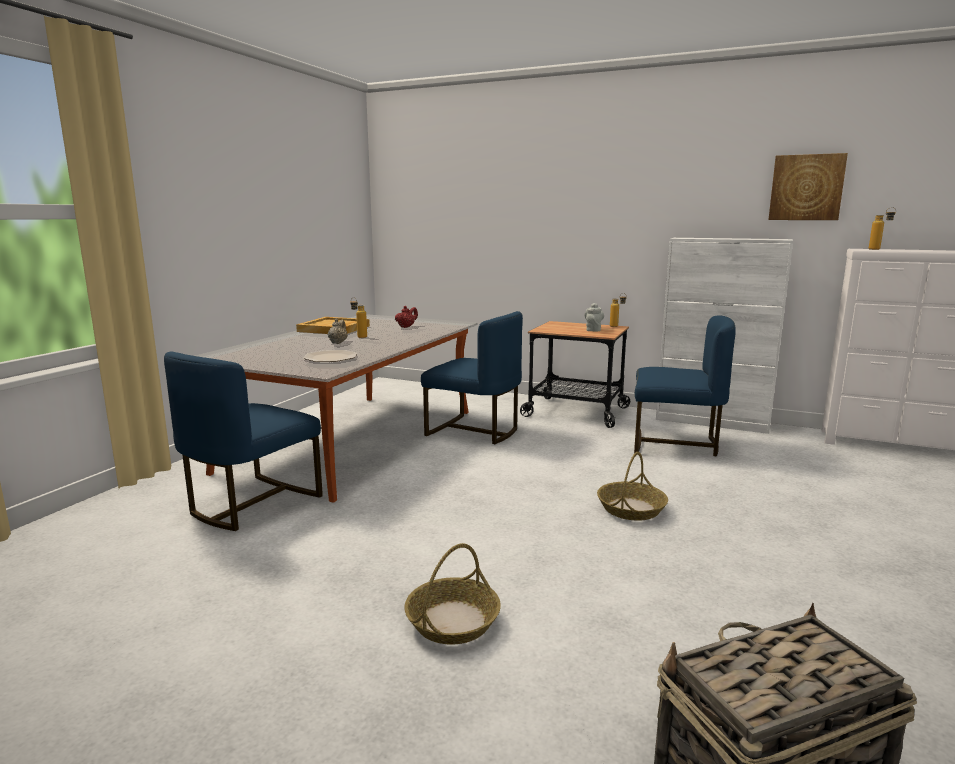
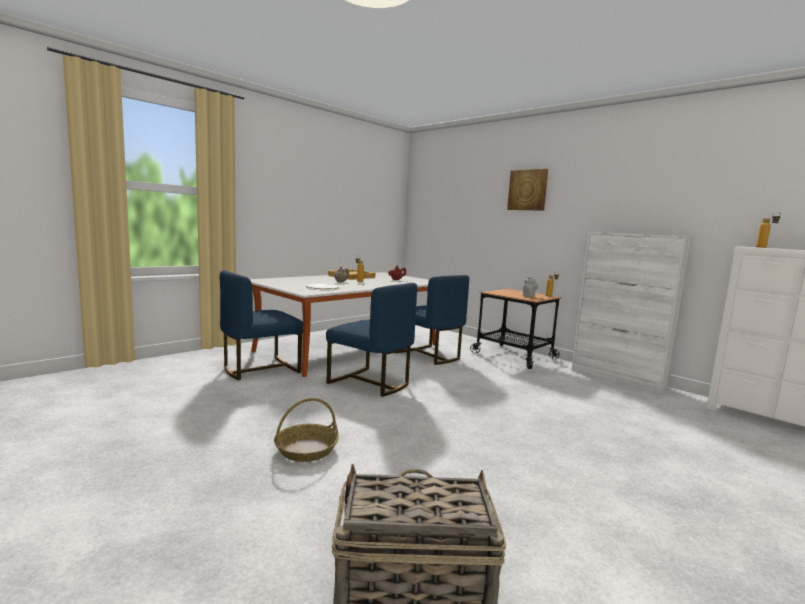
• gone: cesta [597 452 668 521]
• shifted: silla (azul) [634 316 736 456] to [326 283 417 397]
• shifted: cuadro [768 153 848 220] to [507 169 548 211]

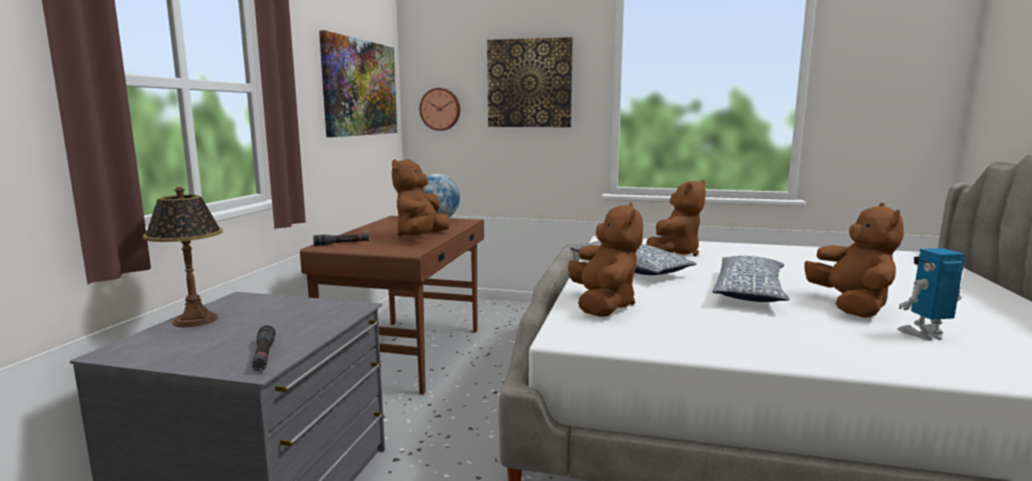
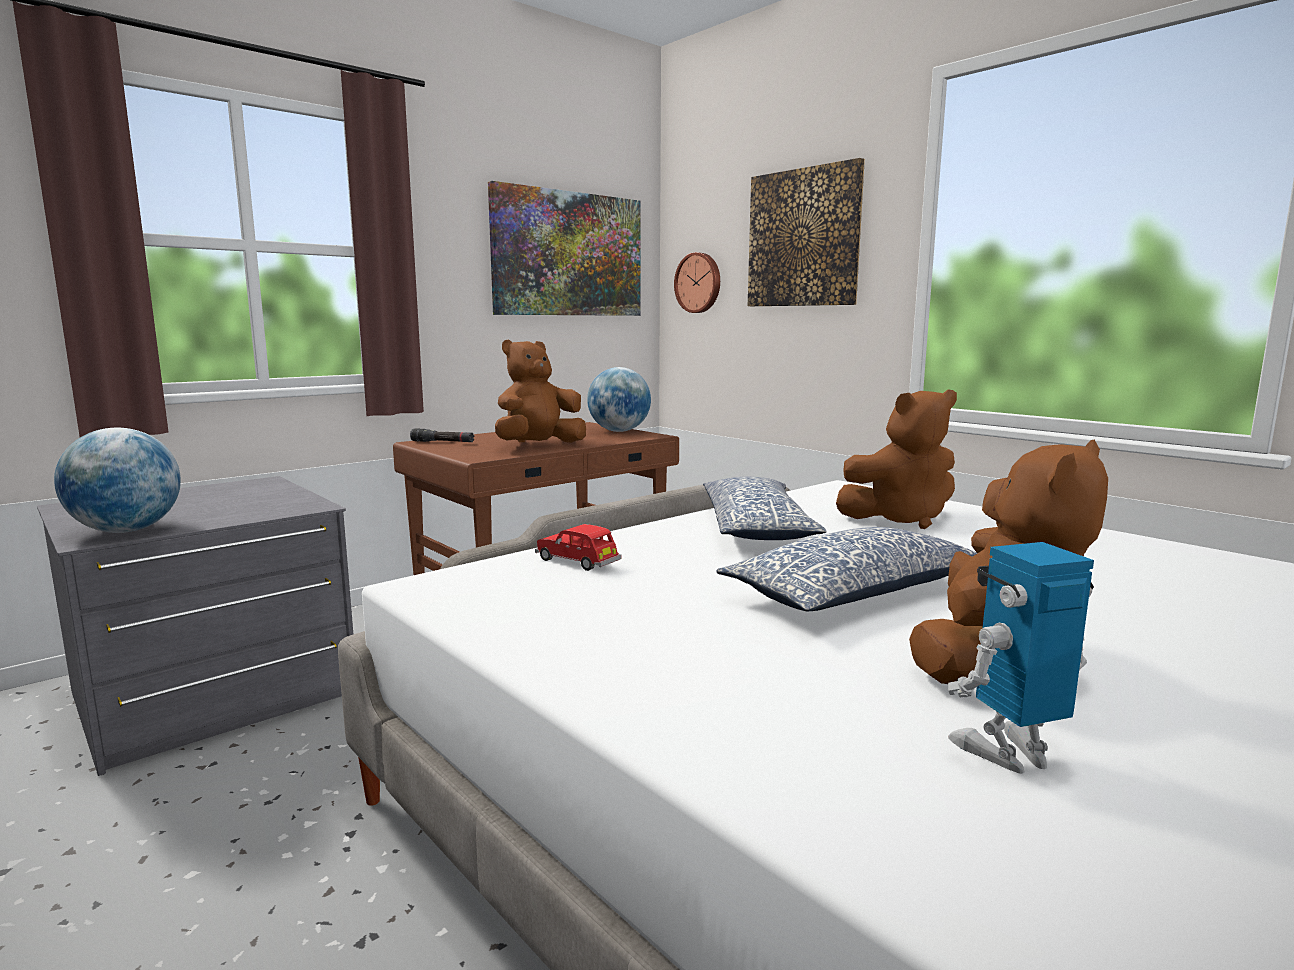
• gone: lámpara de mesa [143 187 223 327]
• swapped: linterna (negro) [252 325 276 372] to globo terráqueo [54 428 181 533]
• swapped: peluche (marrón) [568 202 643 317] to coche de juguete (rojo) [535 524 622 571]
• rotated: robot de juguete [897 248 965 341] = [948 542 1094 774] 45 degrees counterclockwise

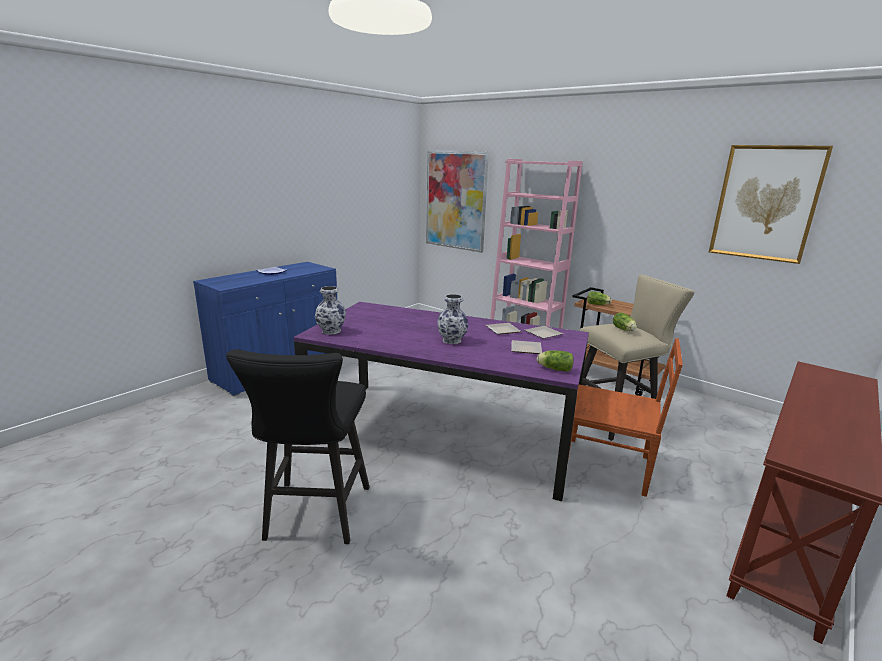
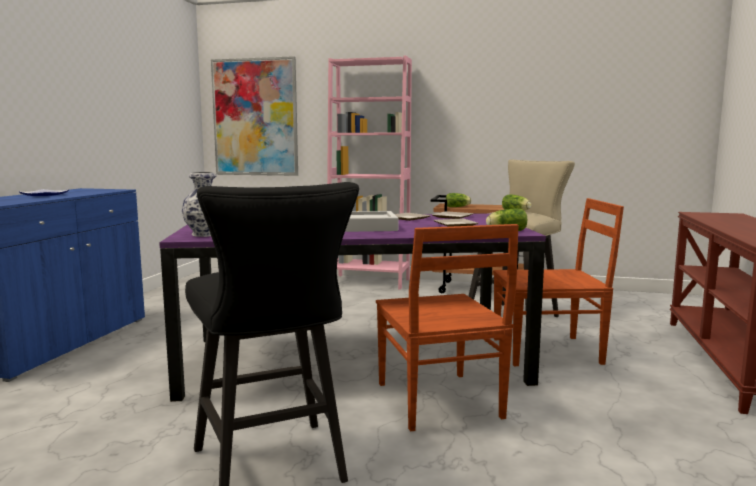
• gone: cuadro [709 145 833 264]
• new: silla (marrón) [376 224 519 432]
• swapped: florero [437 294 468 344] to bandeja (gris) [345 211 398 232]

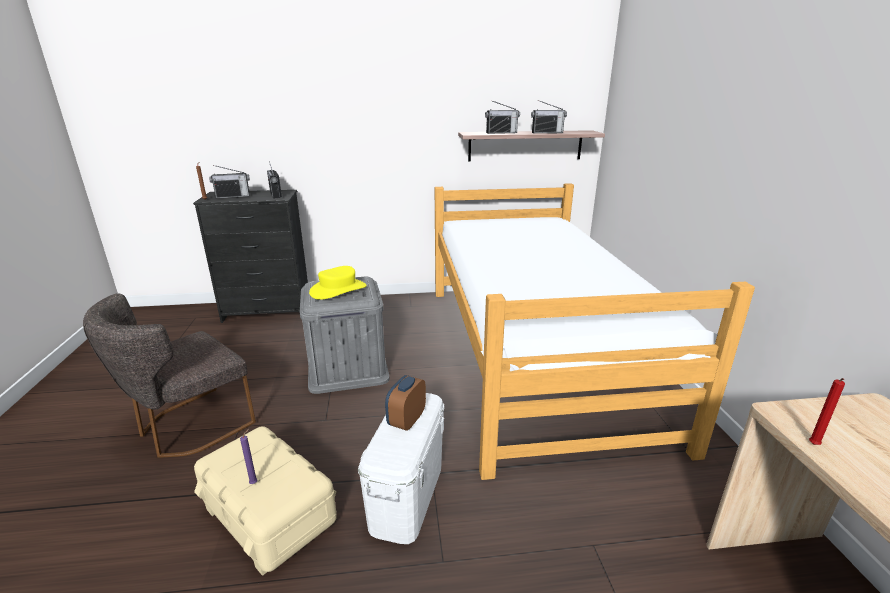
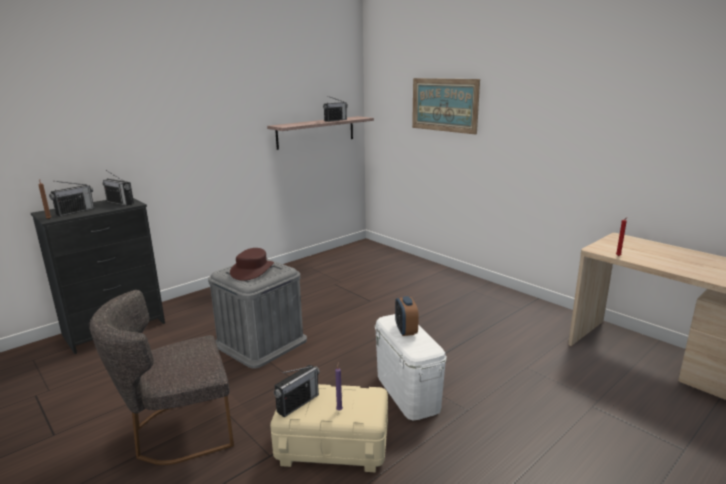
• gone: cama [435 183 755 480]
• new: cuadro [412 78 480 135]
• shifted: radio [485 100 520 134] to [274 365 320 417]
• repainted: sombrero (amarillo) [309 266 367 300] to sombrero (marrón) [230 248 274 280]
• rotated: silla (gris) [83 293 256 458] = [89 290 234 465] 60 degrees clockwise

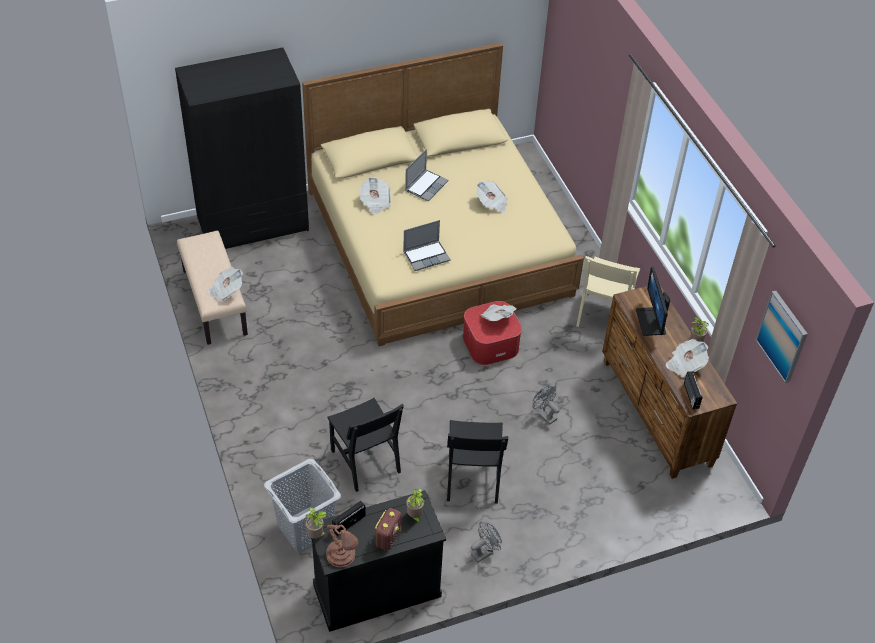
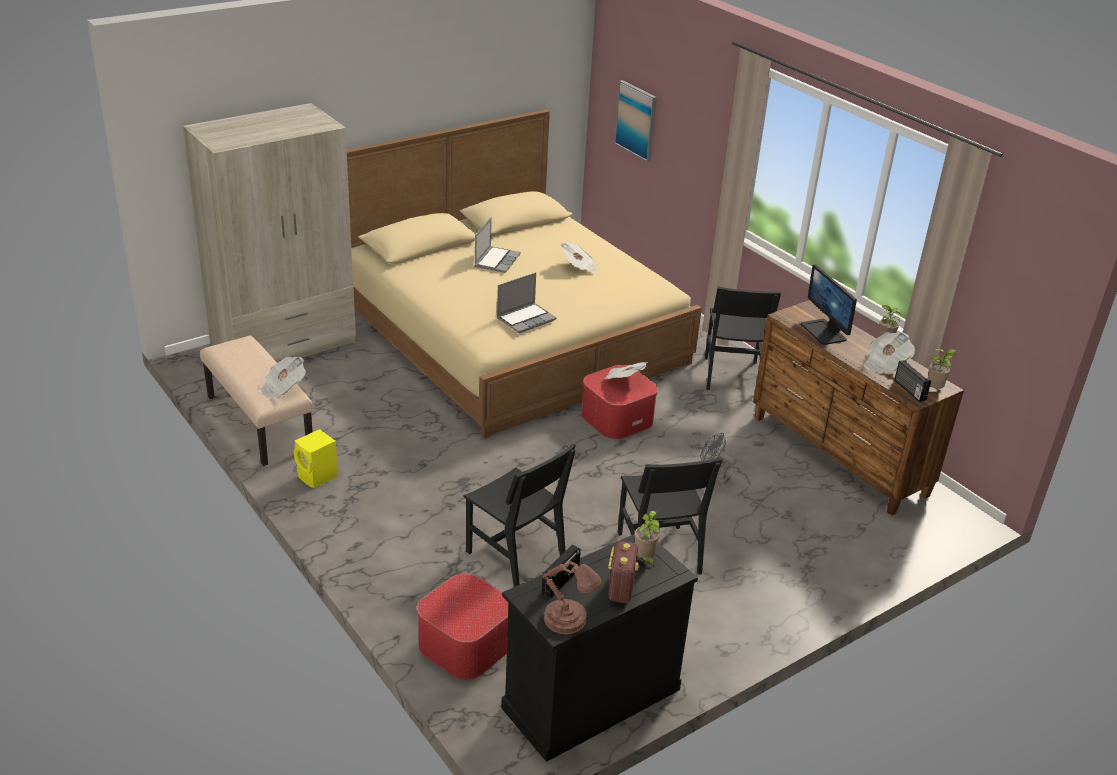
• gone: periódico [359 177 391 215]
• gone: ventilador (gris) [471 522 502 563]
• new: altavoz (amarillo) [294 429 338 488]
• shifted: planta en maceta [306 508 327 539] to [928 349 956 389]
• shifted: cuadro [756 291 808 383] to [614 80 657 162]
• swapped: cesto de la ropa (gris) [264 459 341 552] to puf [417 574 509 680]
• repainted: armario ropero (negro) [175 48 309 249] to armario ropero (beis) [183 103 356 363]
• repainted: silla (beis) [576 256 640 327] to silla (negro) [705 286 781 390]

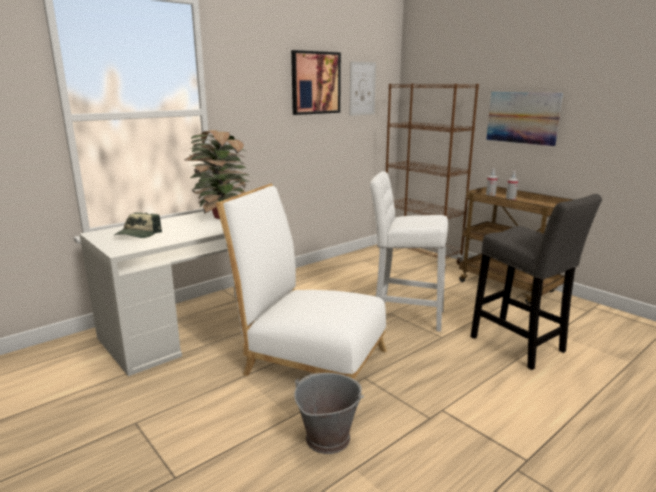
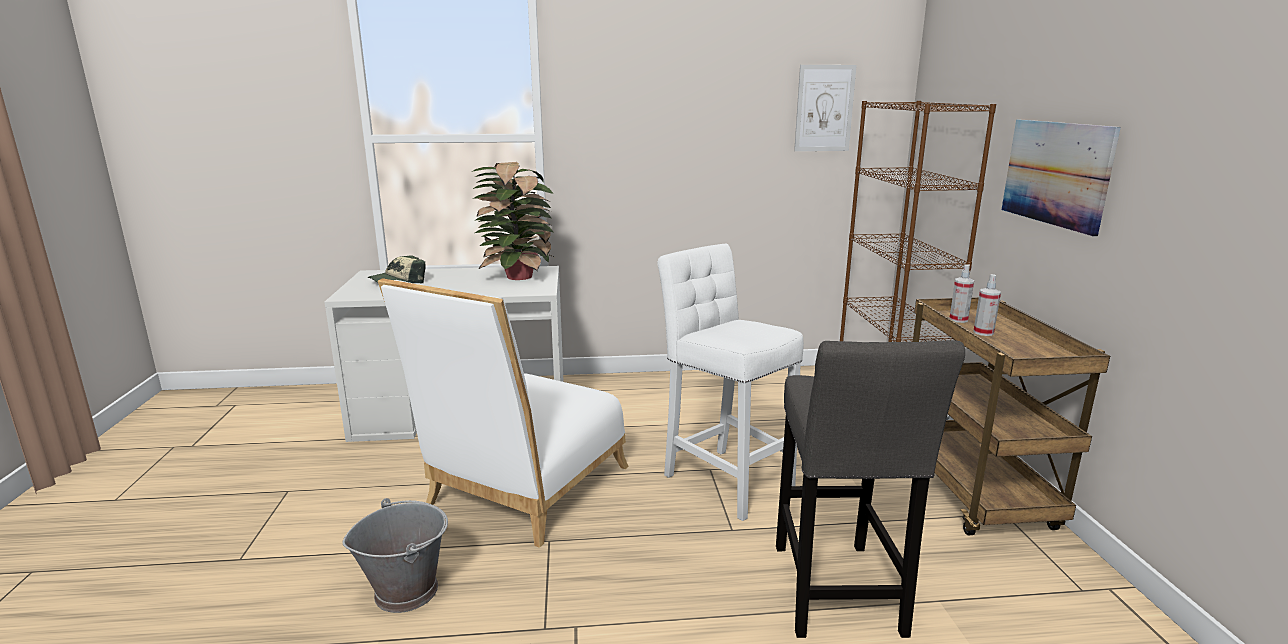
• gone: cuadro [291 50 341 115]
• rotated: silla (blanco) [216 183 387 379] = [378 278 629 548] 120 degrees counterclockwise

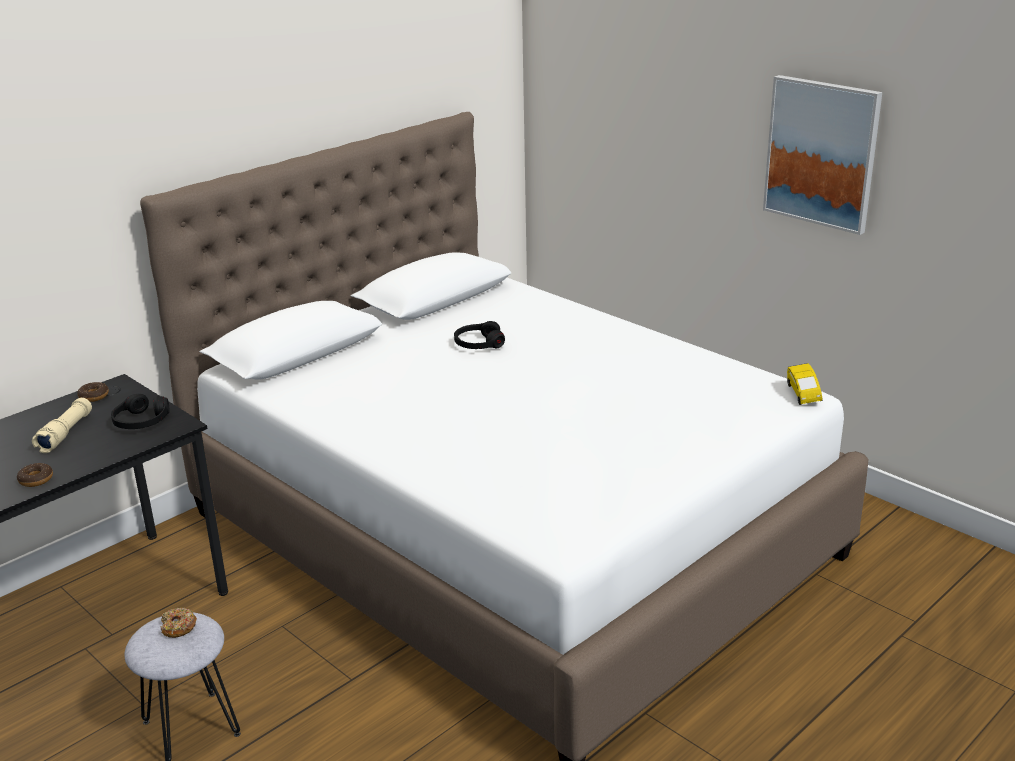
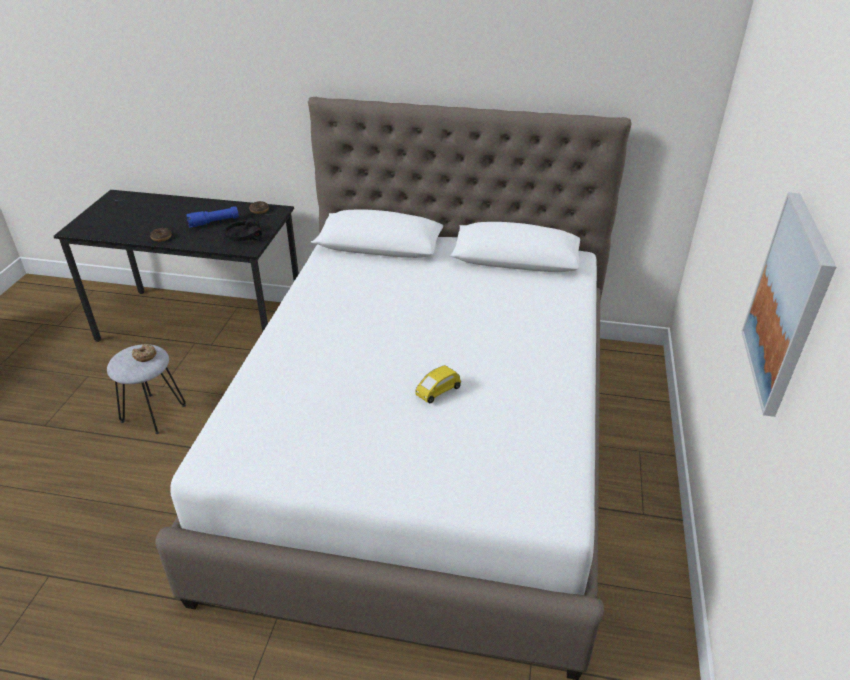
• gone: auriculares (negro) [454 321 505 349]
• shifted: coche de juguete (amarillo) [787 363 822 405] to [415 365 461 403]
• repainted: linterna (beis) [32 398 92 453] to linterna (azul) [186 206 239 228]

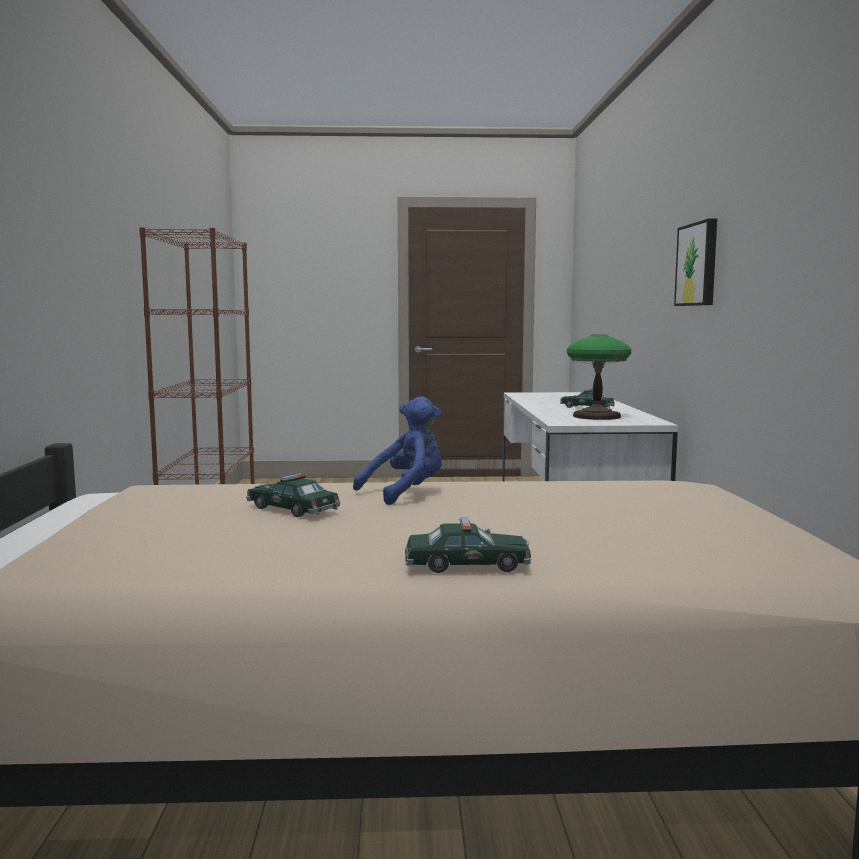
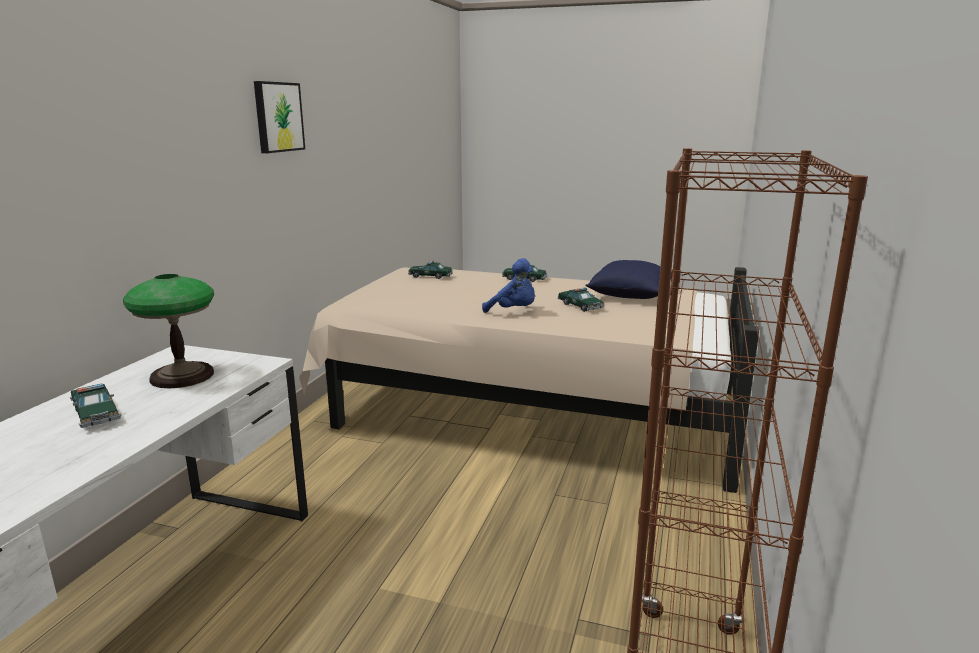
• new: coche de juguete [408 260 452 279]
• new: cojín (azul) [585 260 672 299]
• shifted: cuadro [674 219 717 306] to [254 81 305 153]
• rotated: peluche (azul) [353 396 442 505] = [482 258 535 313] 135 degrees counterclockwise

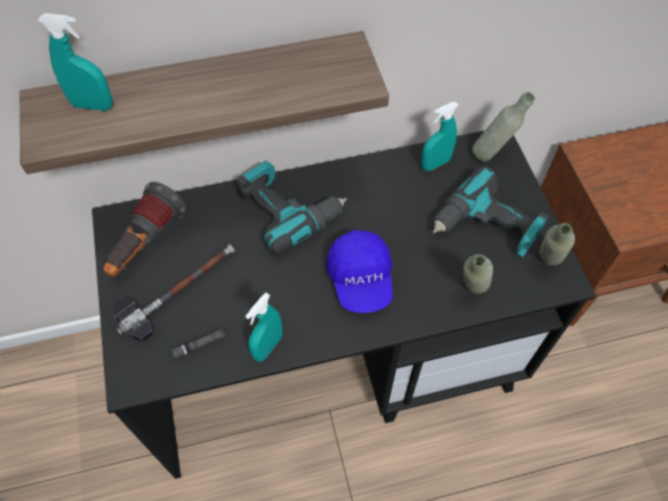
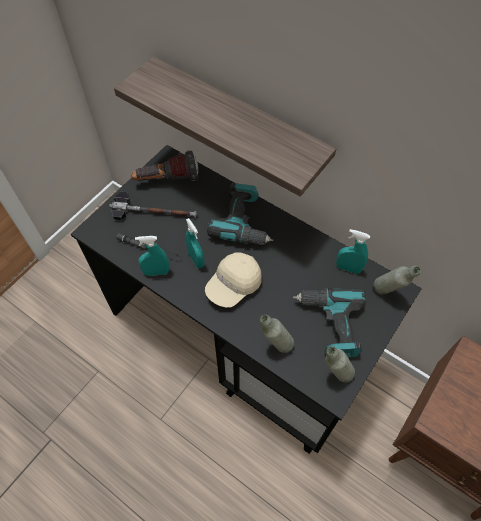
• shifted: pulverizador (turquesa) [38 13 113 111] to [186 218 205 269]
• repainted: gorra (azul) [326 230 393 313] to gorra (beis) [205 252 262 308]

